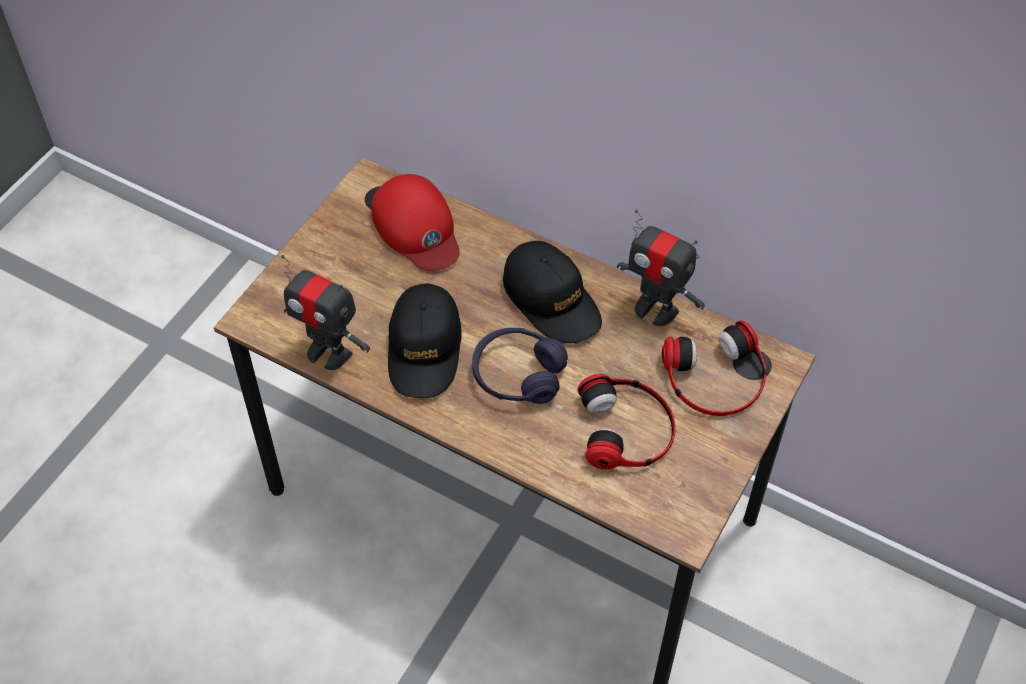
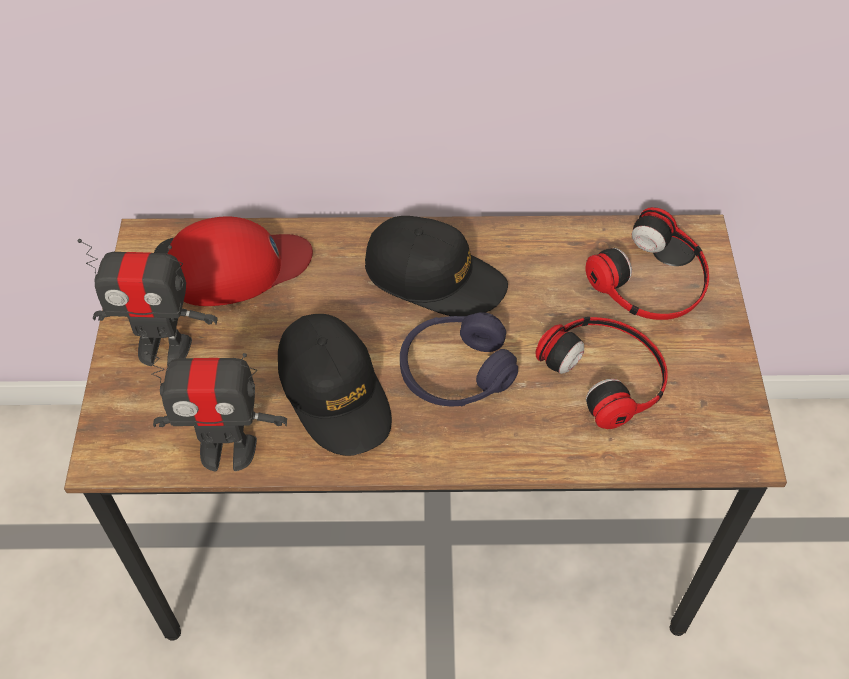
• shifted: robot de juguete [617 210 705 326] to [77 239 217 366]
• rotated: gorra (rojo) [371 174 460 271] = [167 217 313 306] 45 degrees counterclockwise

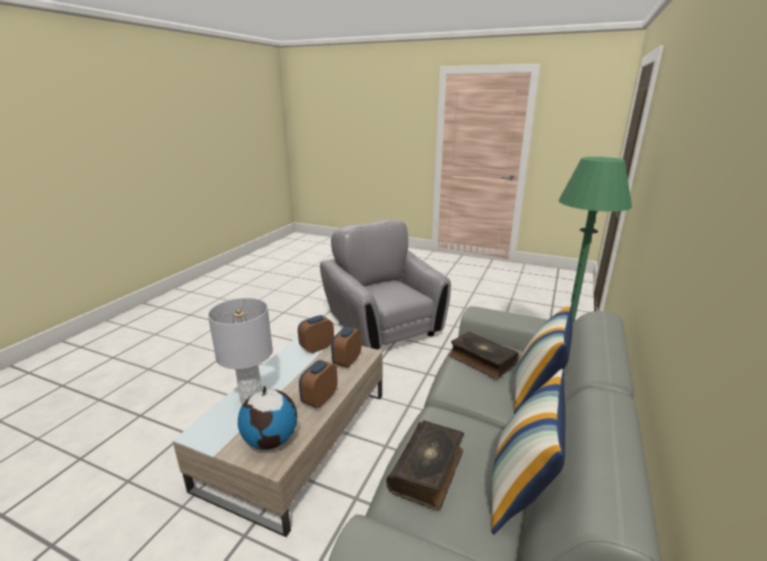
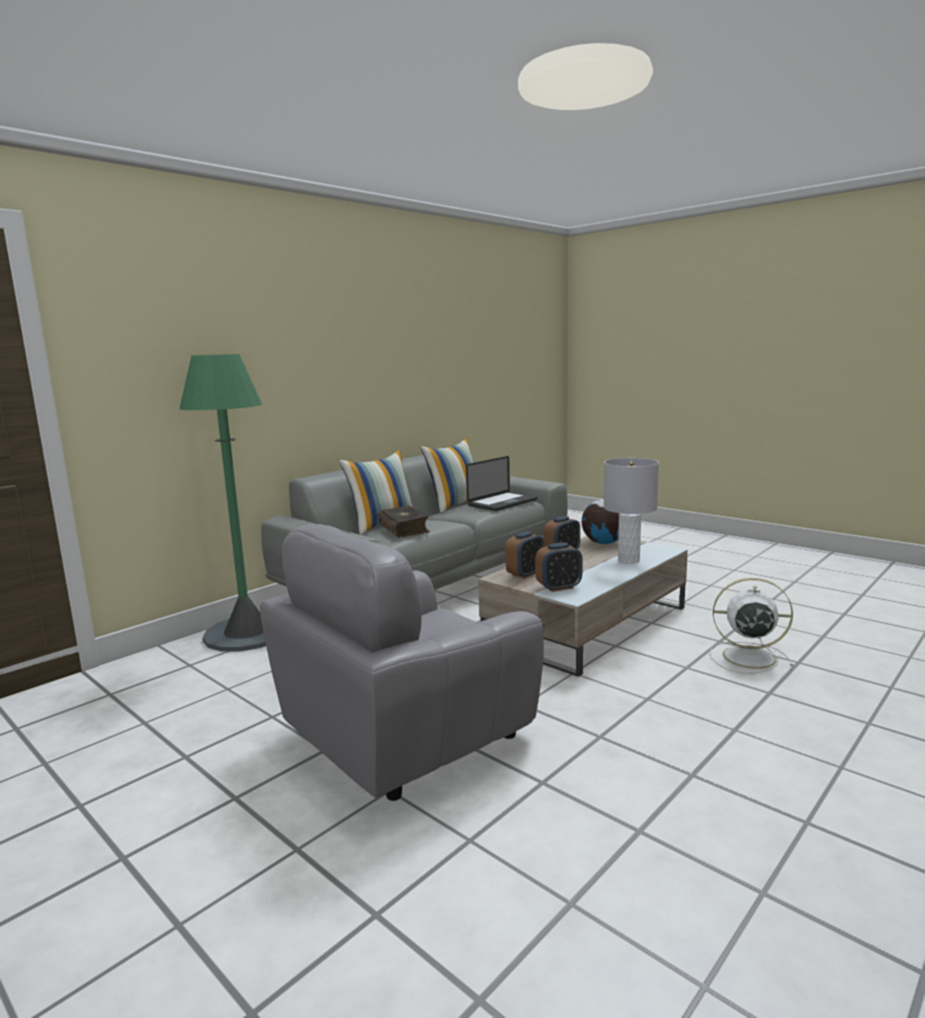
• new: ventilador (blanco) [709 578 794 674]
• swapped: libro [386 420 464 510] to portátil [466 456 537 511]
• rotated: sillón (gris) [320 220 451 350] = [260 524 544 801] 60 degrees clockwise

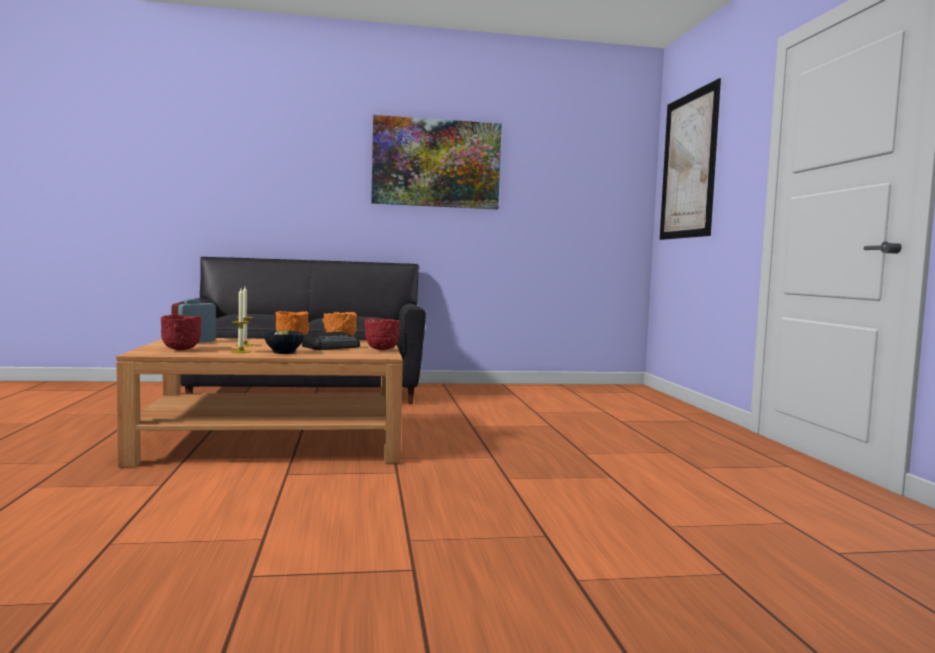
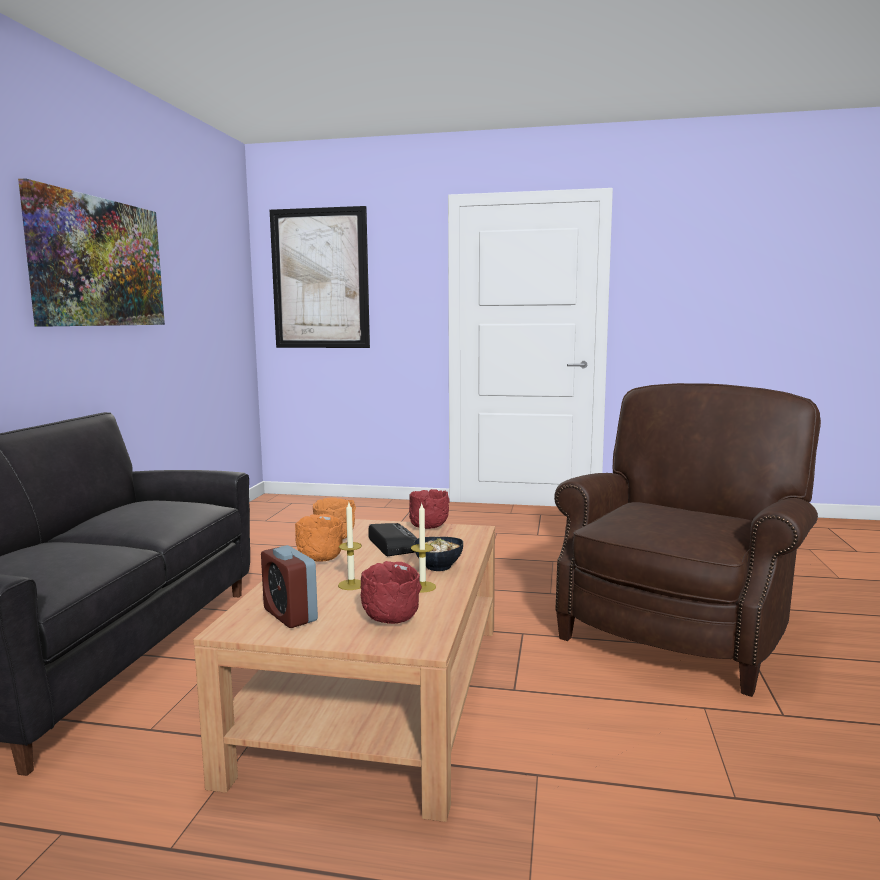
• new: sillón (marrón) [554 383 821 697]

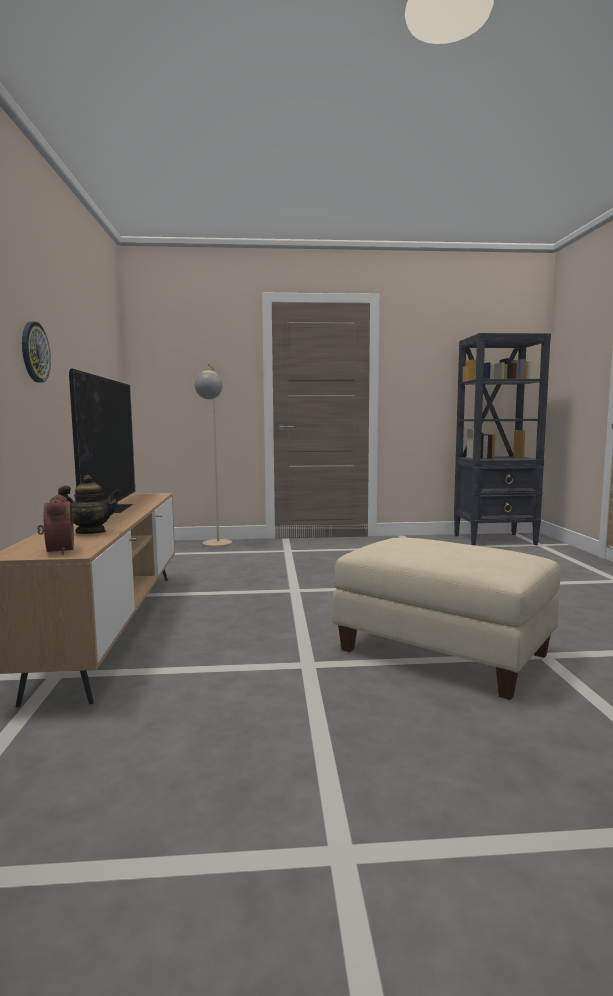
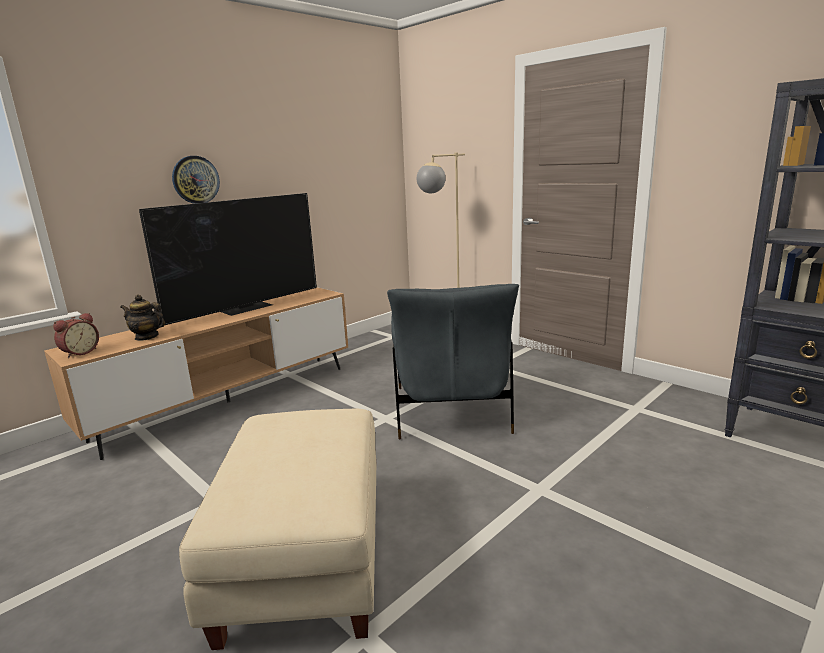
• new: sillón (gris) [387 284 519 439]
• rotated: tetera [58 475 121 534] = [120 295 165 341] 150 degrees clockwise

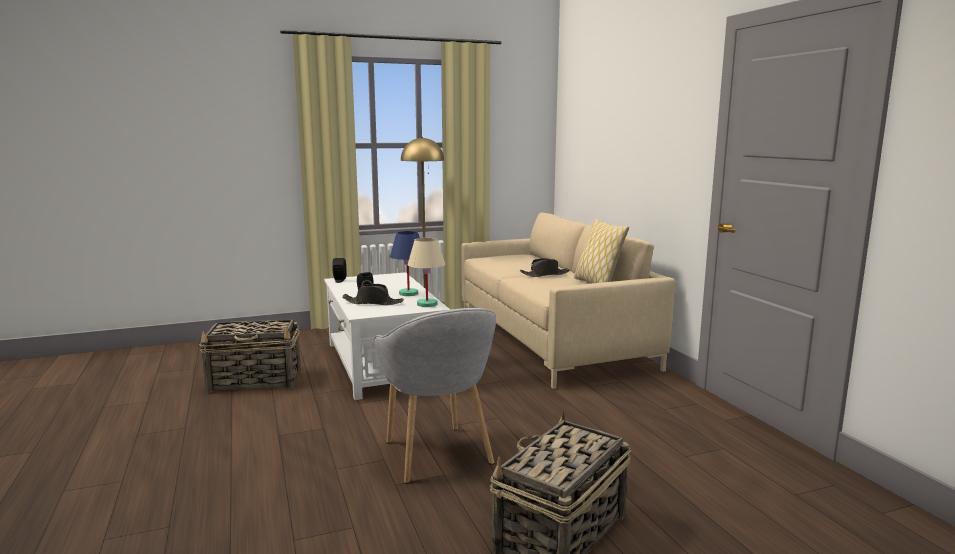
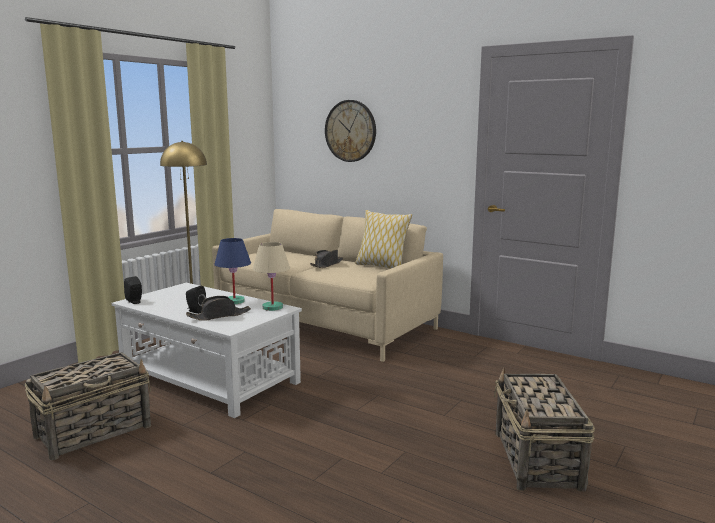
• gone: sillón (gris) [374 308 496 484]
• new: reloj de pared [325 100 376 162]

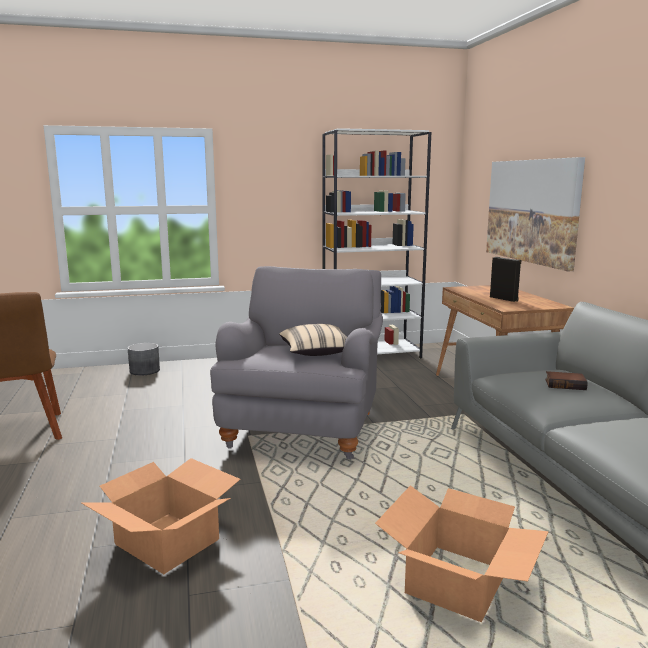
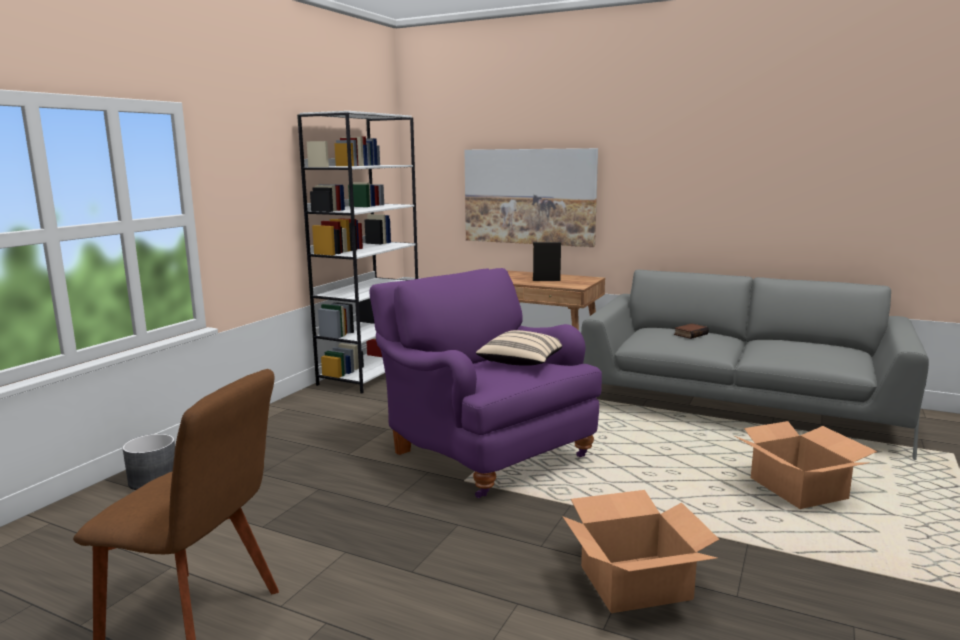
• repainted: sillón (gris) [210 266 383 460] to sillón (morado) [369 268 602 498]

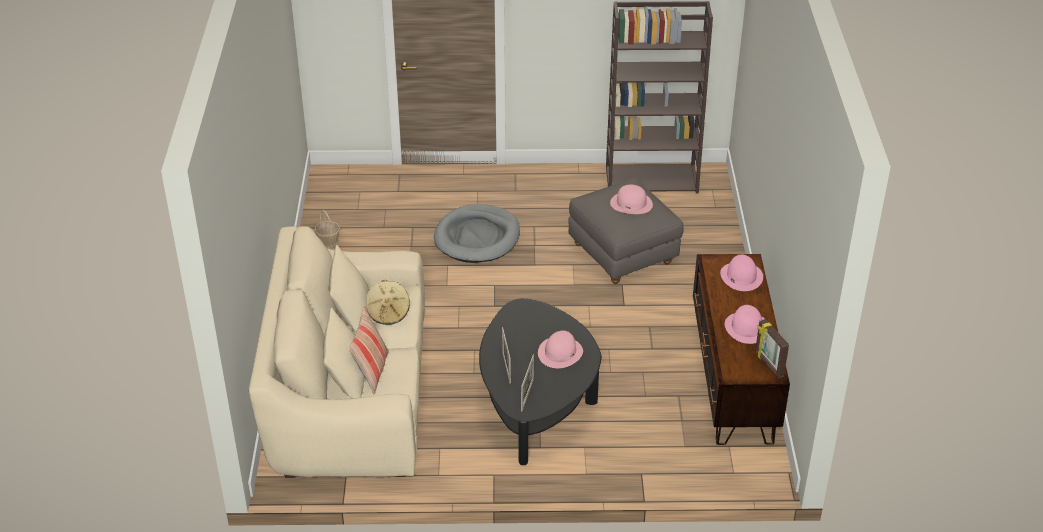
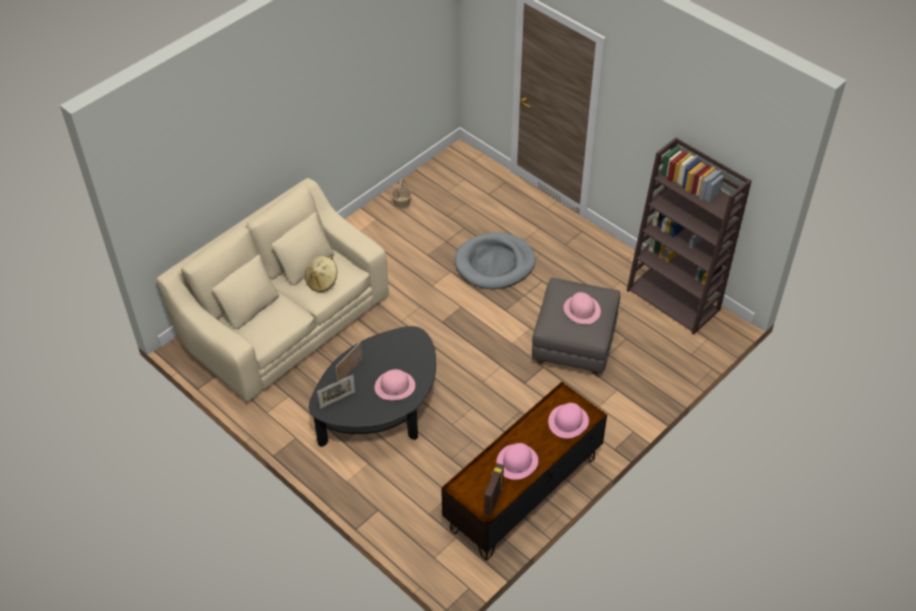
• gone: cojín [349 307 389 395]

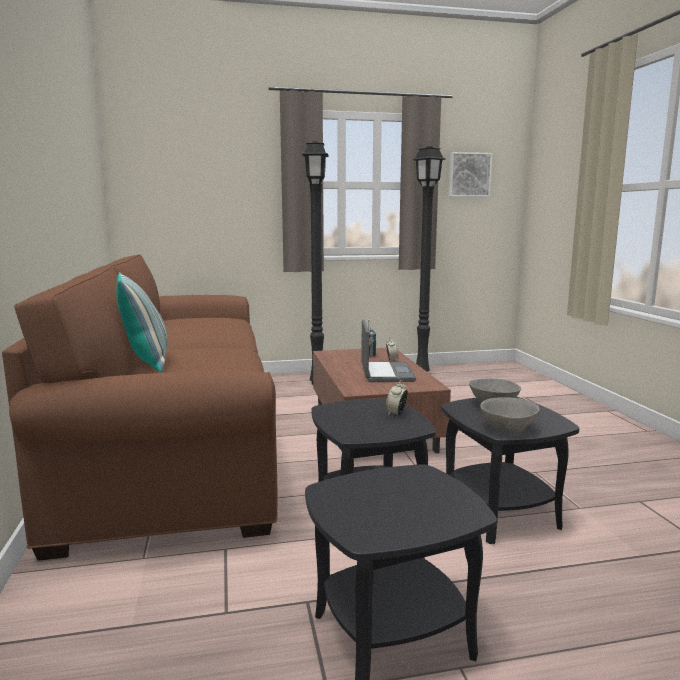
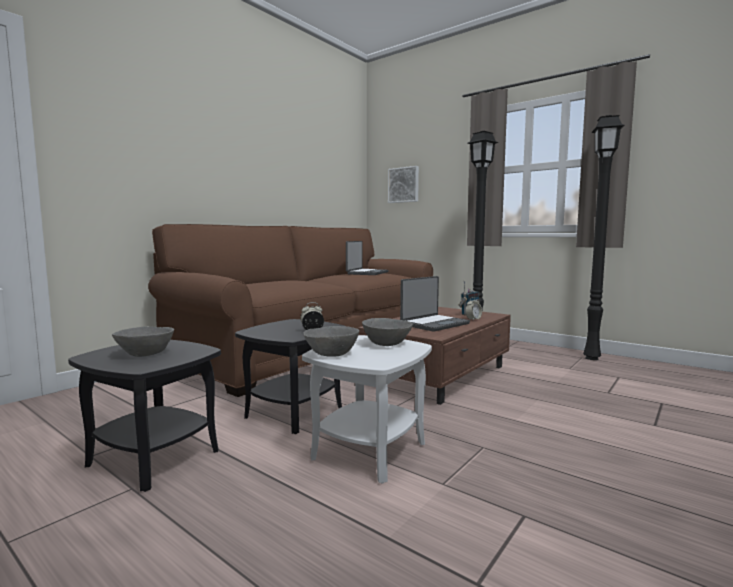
• gone: cojín [116 273 168 373]
• new: cuenco (gris) [112 326 174 357]
• new: portátil [346 241 389 275]
• shifted: cuadro [449 152 492 197] to [388 166 419 203]
• repainted: mesa auxiliar (negro) [441 397 579 544] to mesa auxiliar (blanco) [302 335 432 484]

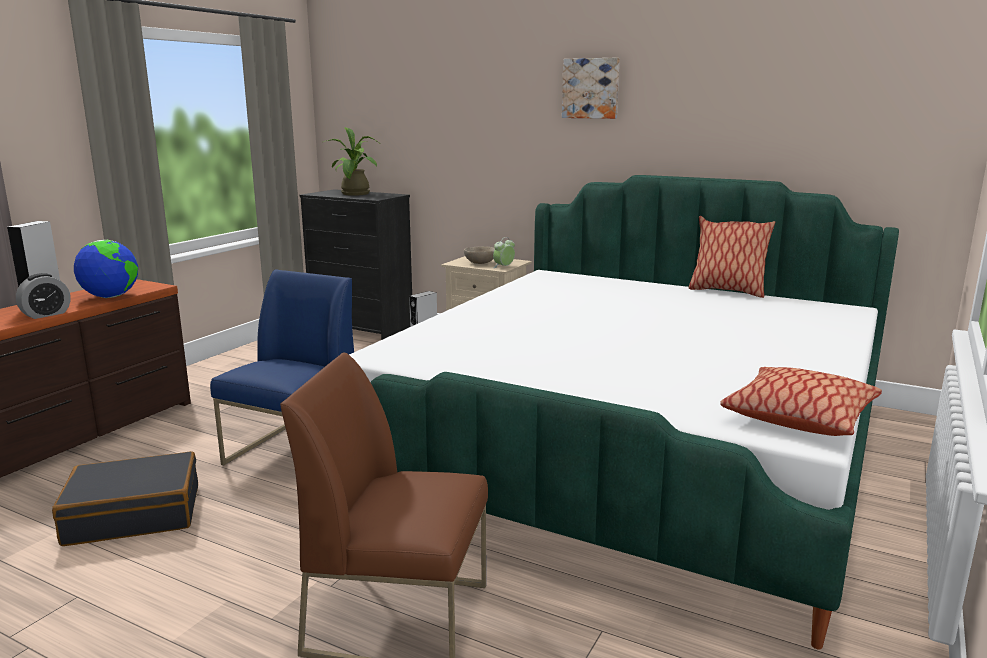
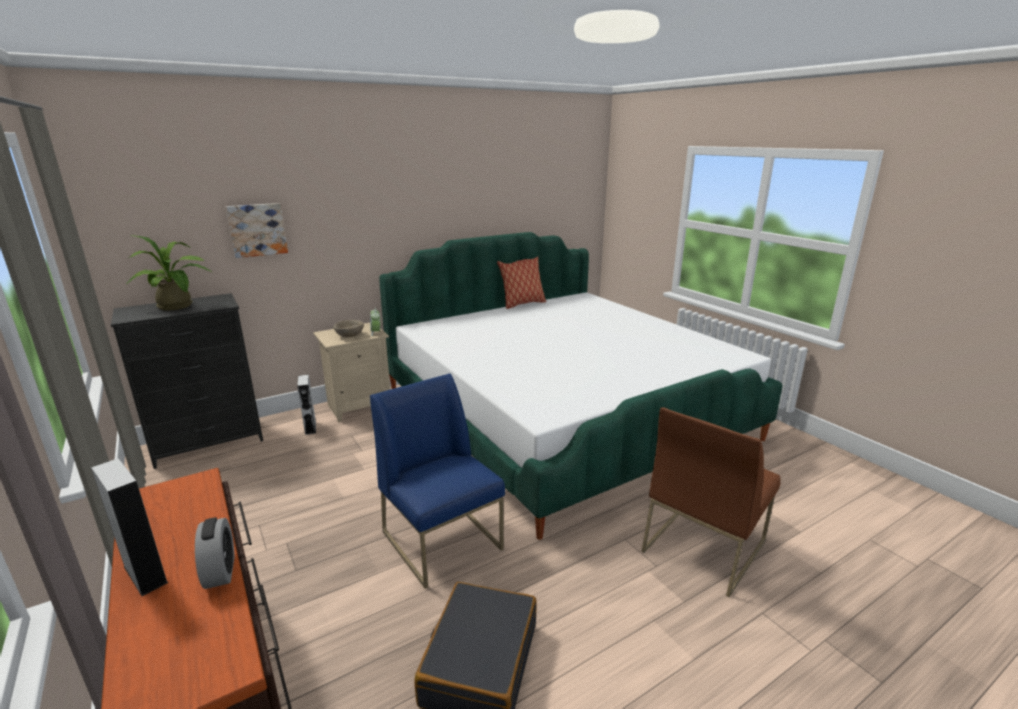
• gone: globo terráqueo [74 240 138 298]
• gone: cojín [720 367 882 436]
• shifted: cuadro [562 58 620 119] to [226 203 288 258]

